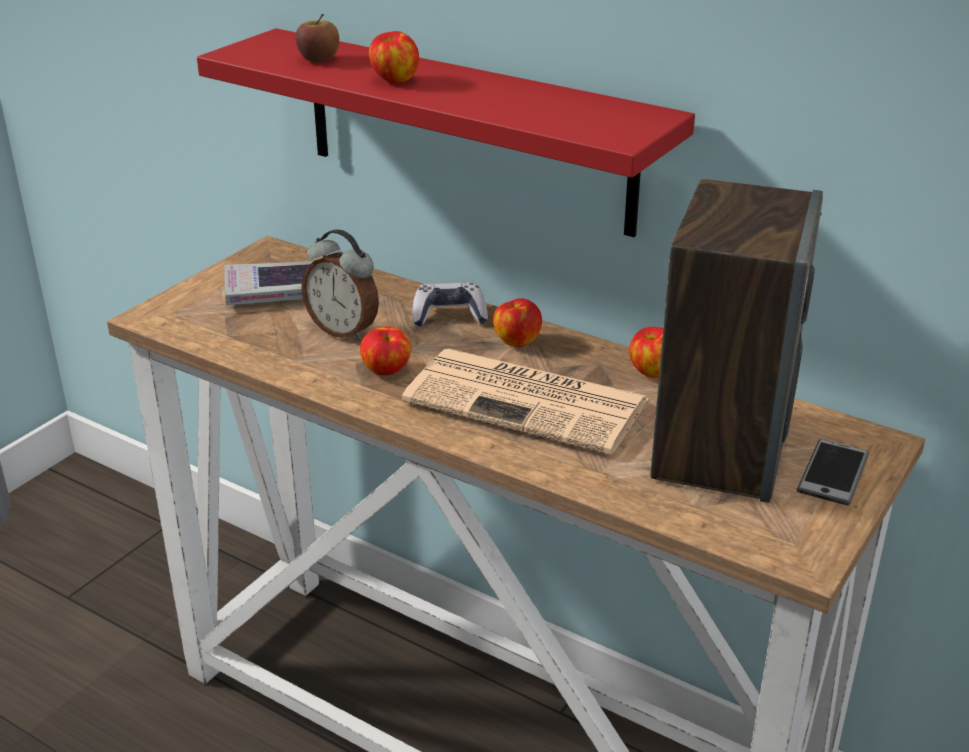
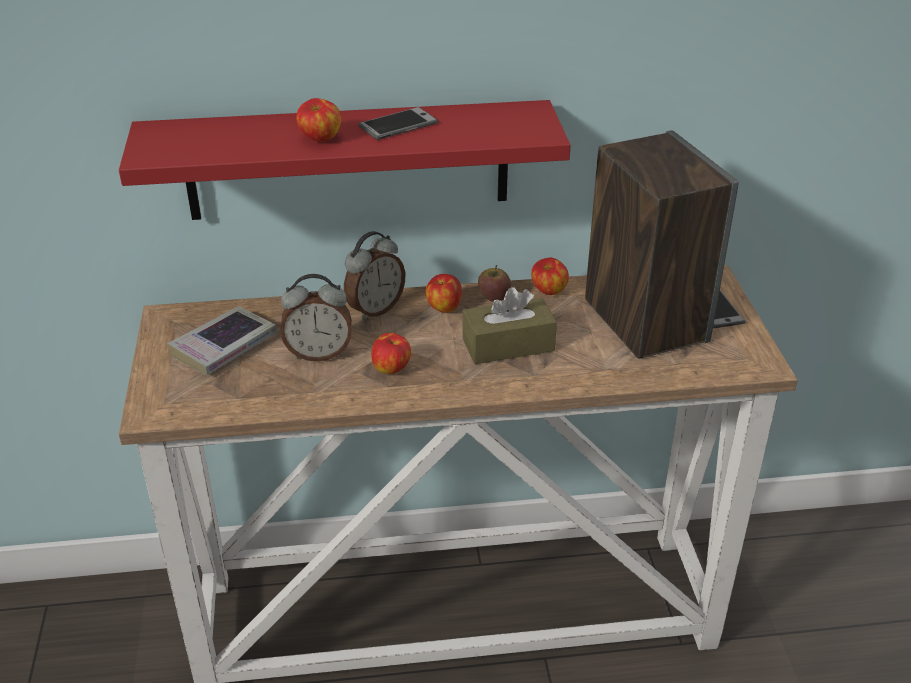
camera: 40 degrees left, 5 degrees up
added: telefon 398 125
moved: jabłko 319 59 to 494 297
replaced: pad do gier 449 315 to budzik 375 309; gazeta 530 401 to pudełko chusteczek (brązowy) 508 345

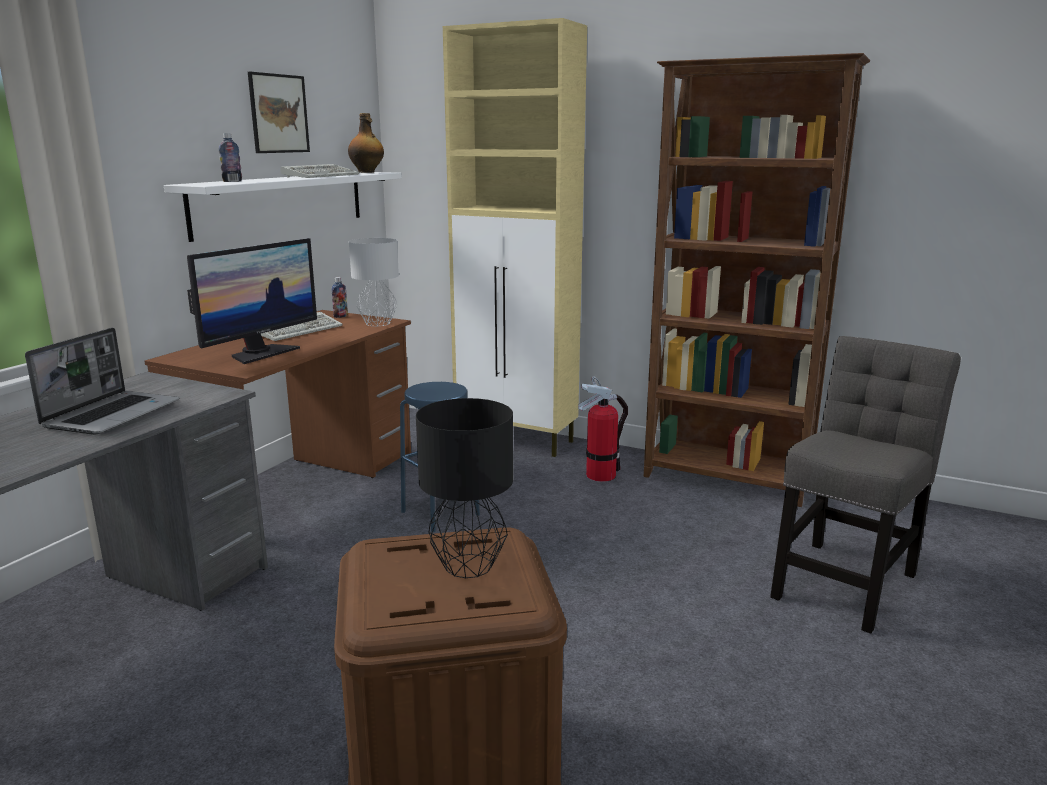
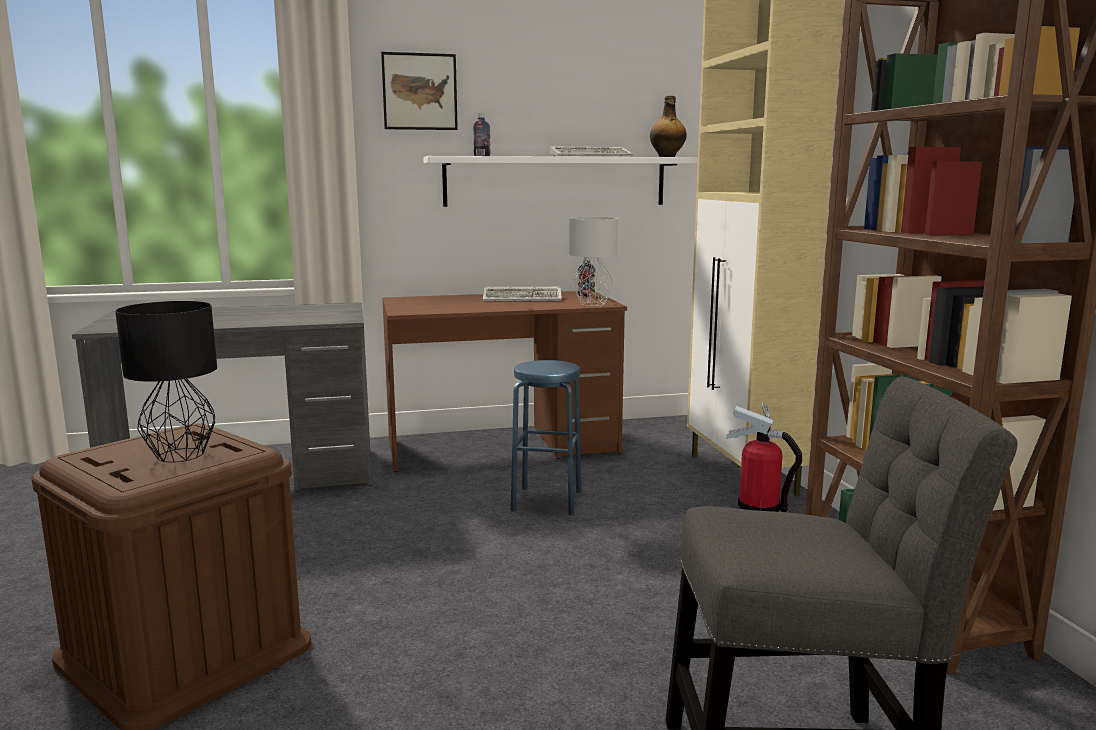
camera: 50 degrees right, 5 degrees down
removed: laptop 112 414; monitor 261 353
moved: obraz 279 113 to 419 91

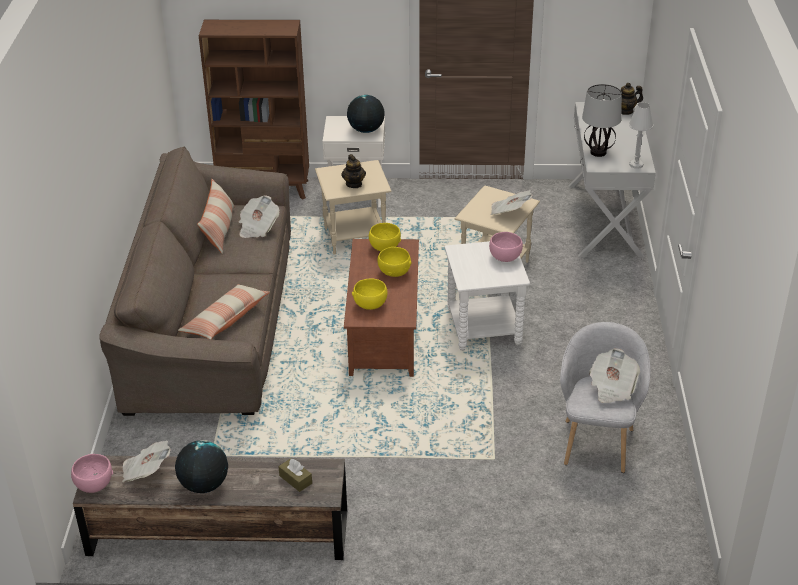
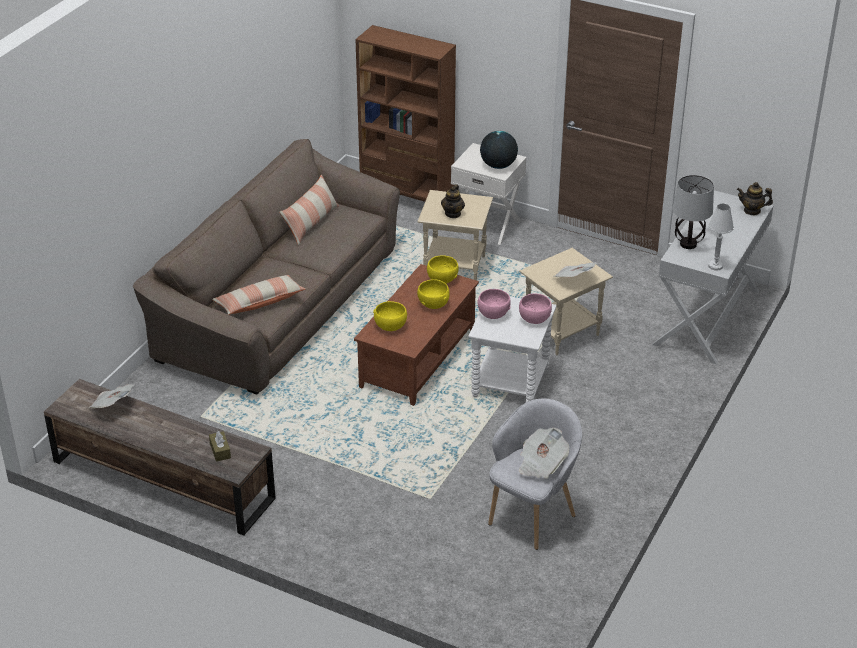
camera: 25 degrees right, 0 degrees up
removed: globus 204 485; gazeta 257 227
moved: miska (różowy) 94 485 to 493 314

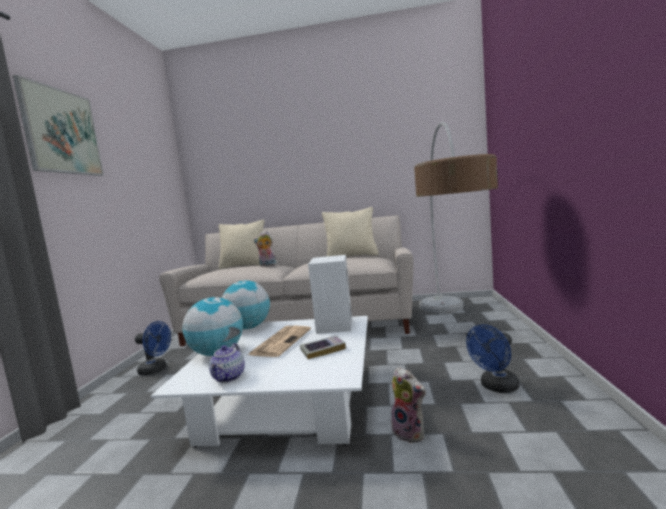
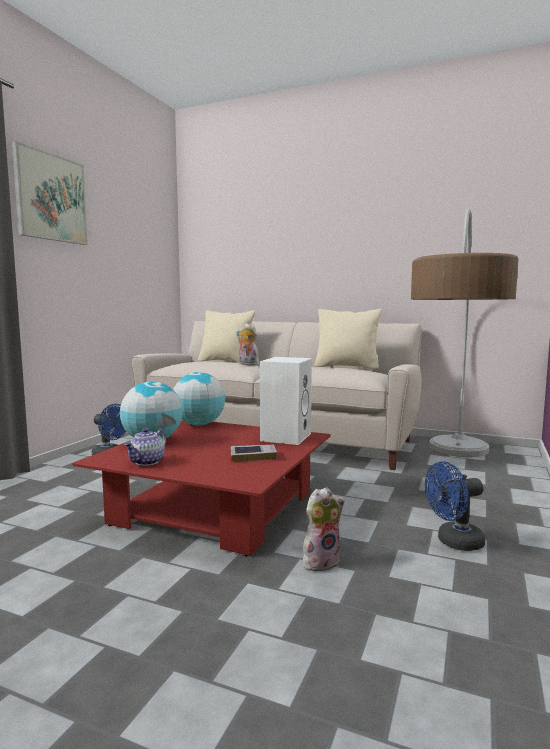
camera: 15 degrees right, 0 degrees up
removed: gazeta 281 341
recoloured: ława (biały) 288 401 to ława (czerwony) 217 507
turned: pluszak 410 432 = 321 561 90 degrees counterclockwise

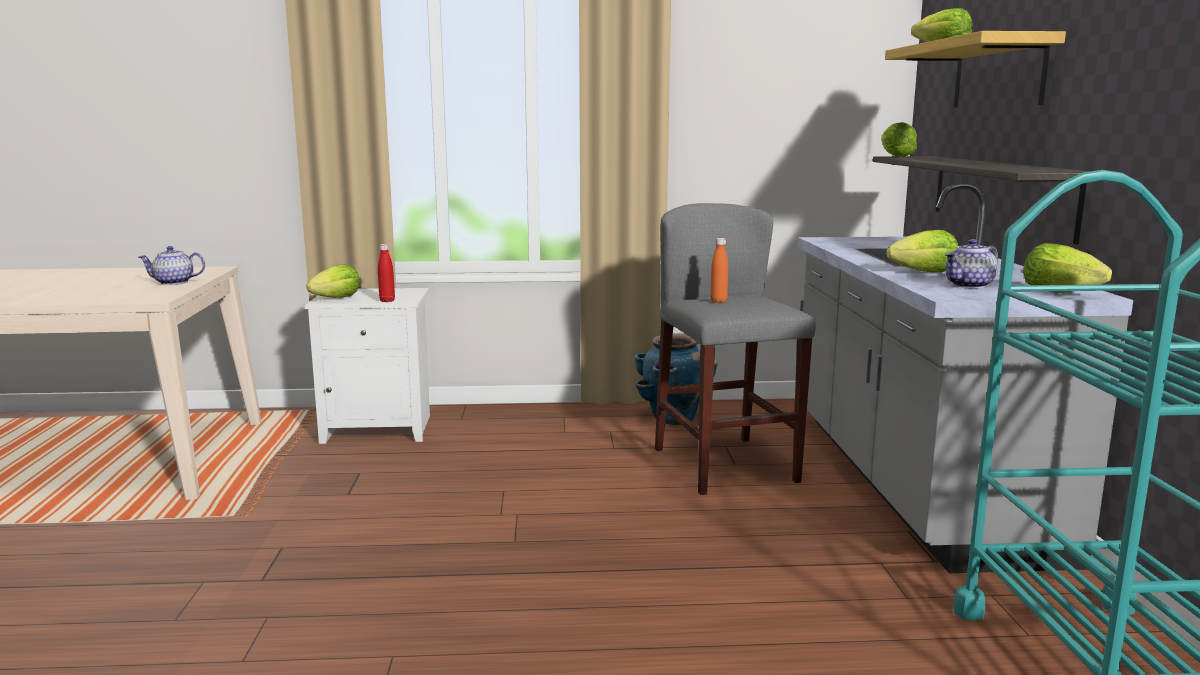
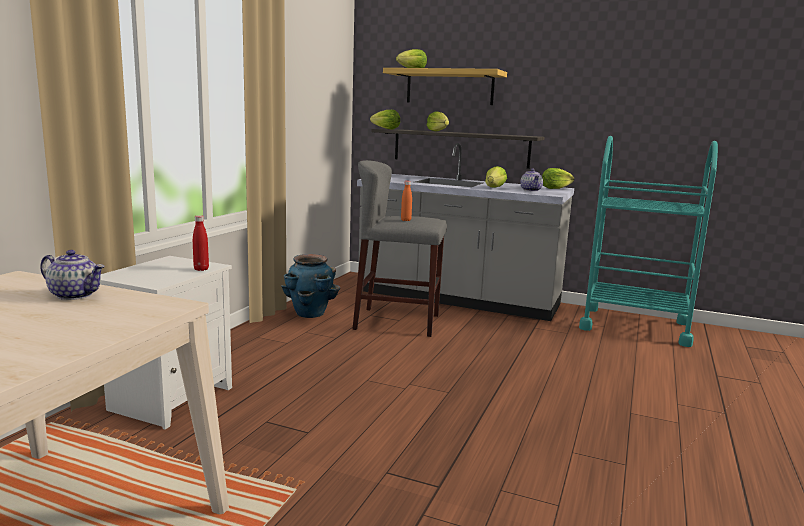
camera: 65 degrees left, 0 degrees up
moved: sałata 337 298 to 438 131
turned: imbryk 173 282 = 76 295 90 degrees counterclockwise

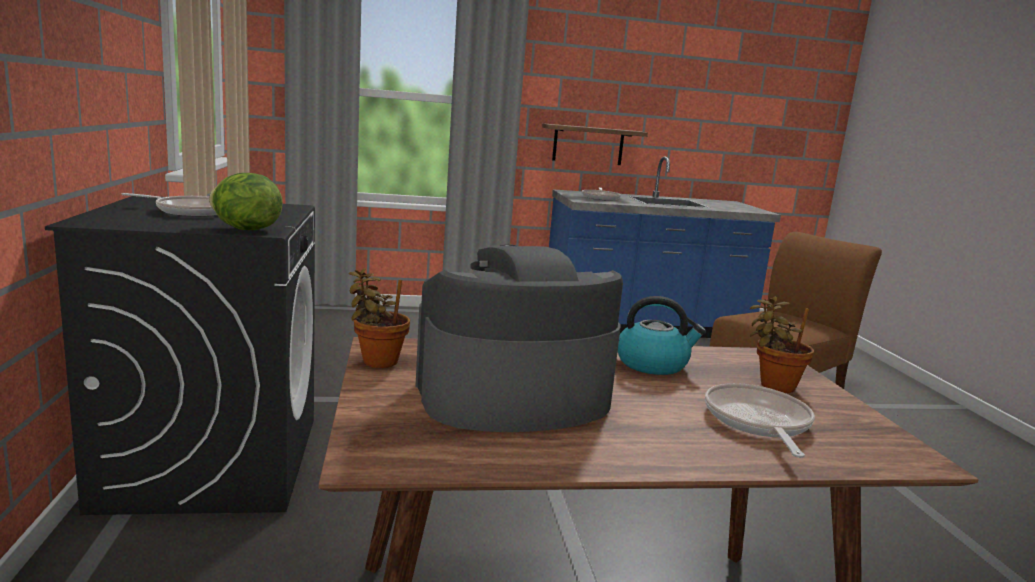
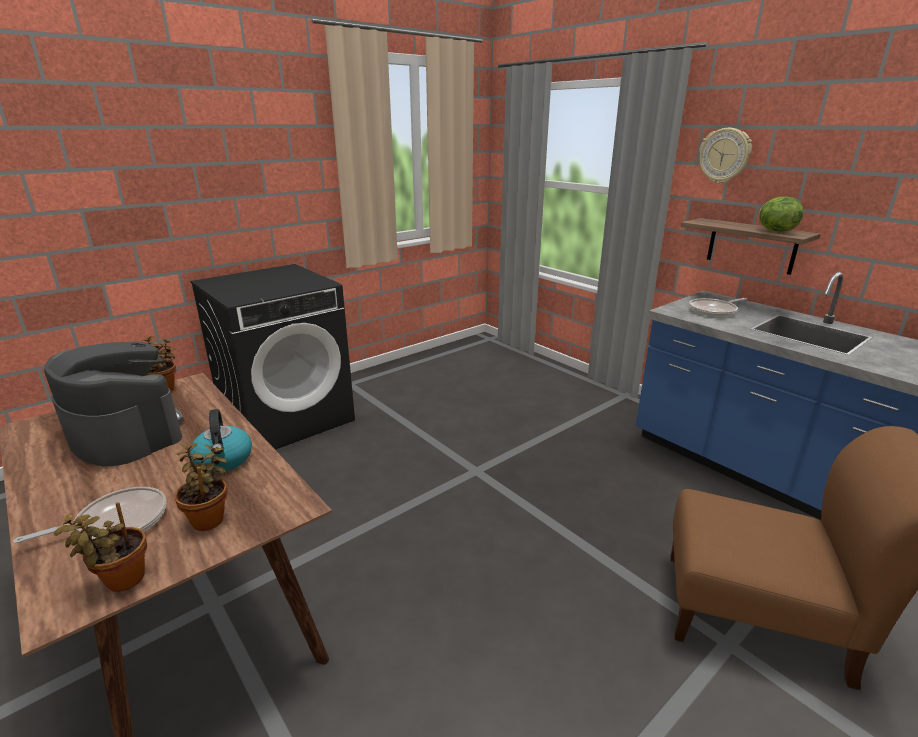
camera: 60 degrees right, 10 degrees up
removed: patelnia 191 211
added: roślina doniczkowa 121 580; zegar ścienny 724 155
moved: sałata 245 230 to 775 231

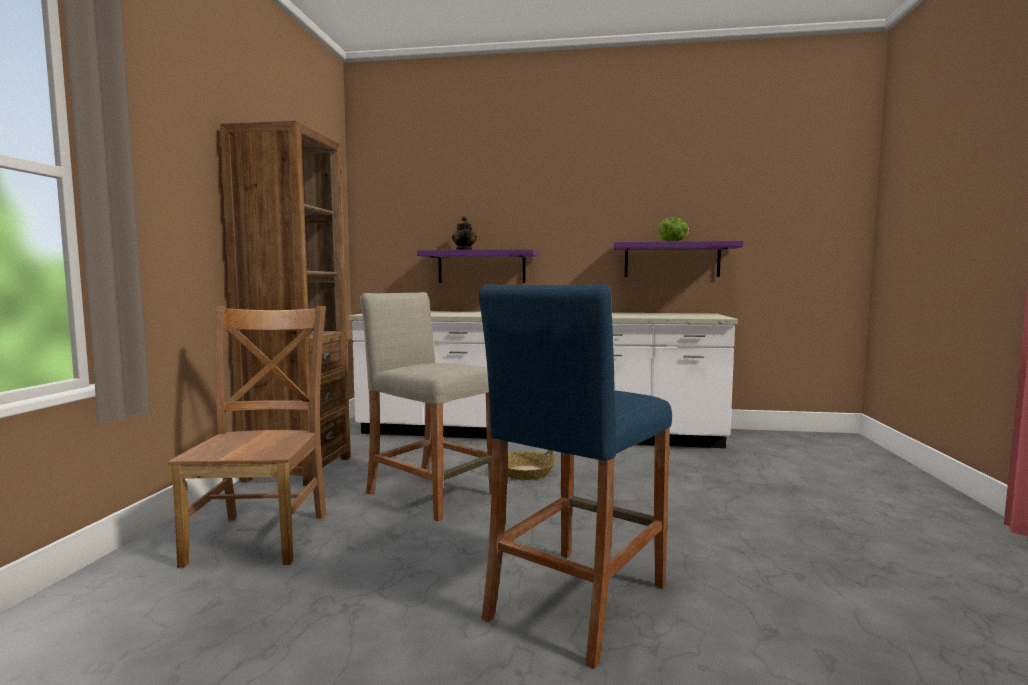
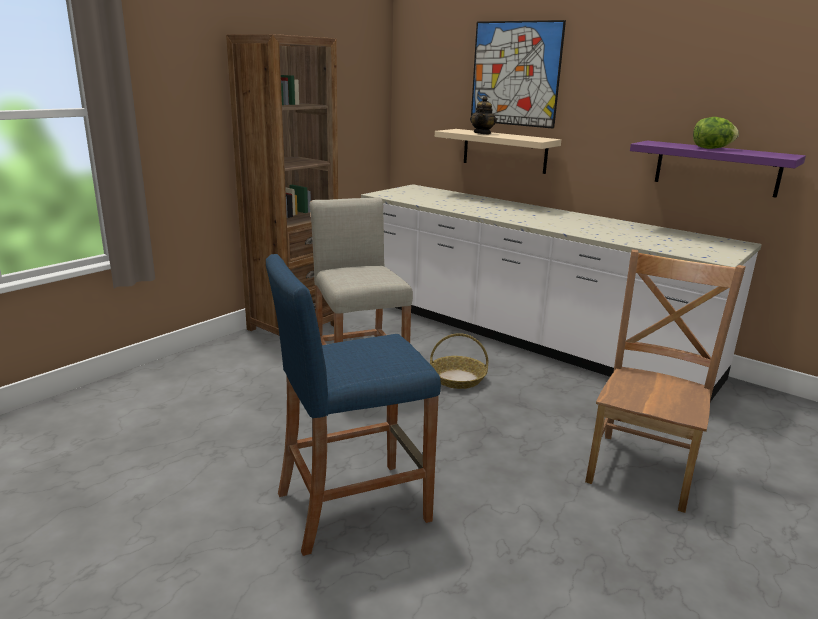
camera: 30 degrees right, 15 degrees up
added: obraz 515 74
moved: krzesło (brązowy) 262 535 to 643 467
recoloured: półka (fioletowy) 481 267 to półka (beżowy) 504 151

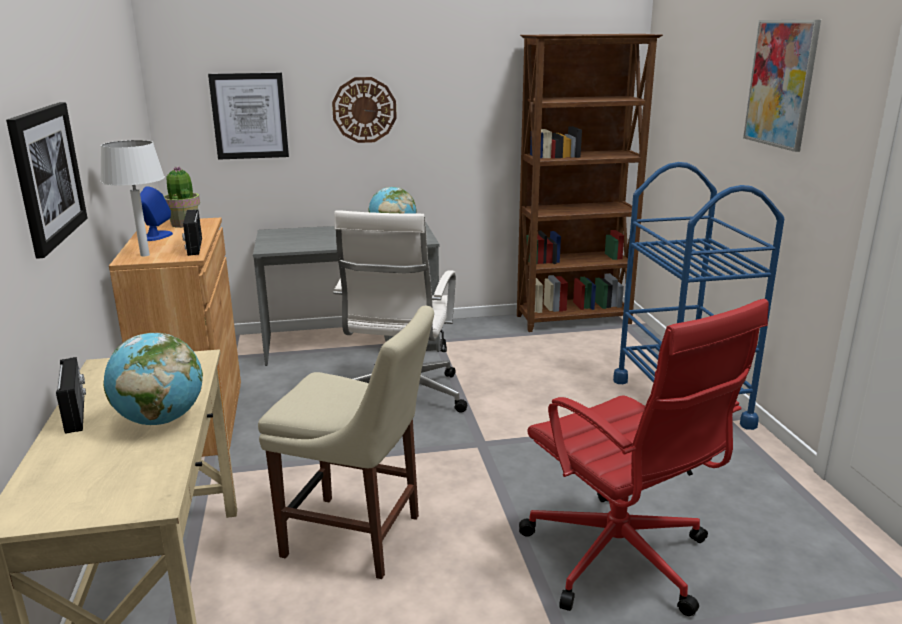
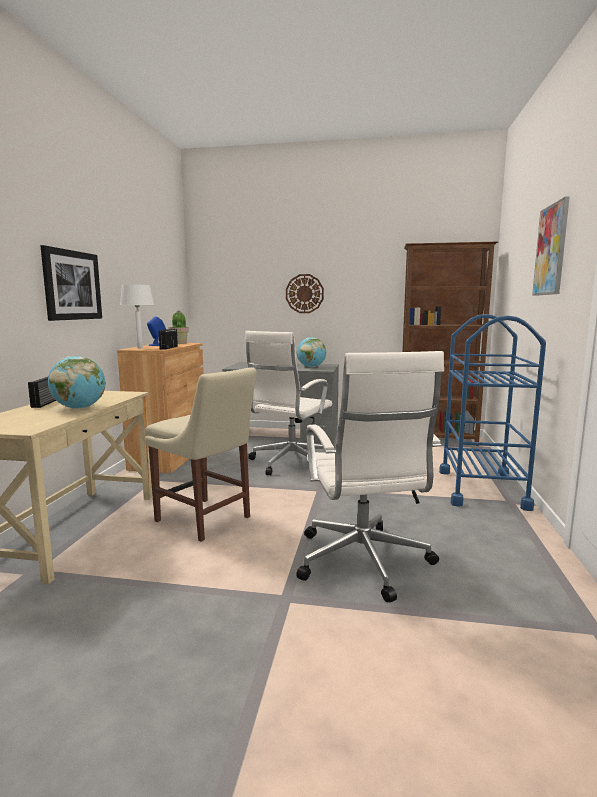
camera: 20 degrees right, 10 degrees down
removed: obraz 249 116
recoloured: krzesło biurowe (czerwony) 620 560 to krzesło biurowe (biały) 363 562

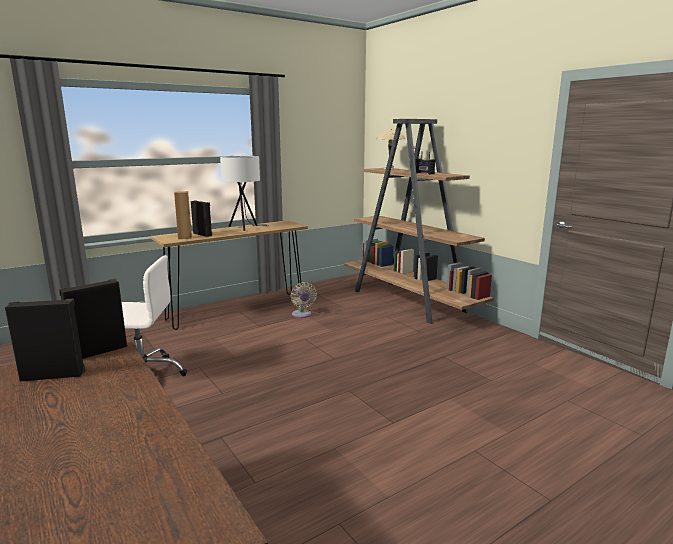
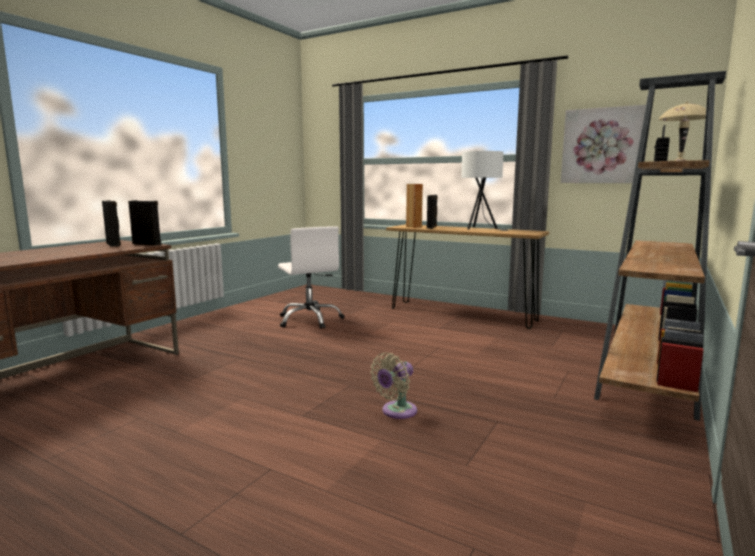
camera: 65 degrees right, 5 degrees down
added: obraz 602 146
moved: wentylator (beżowy) 302 315 to 396 412

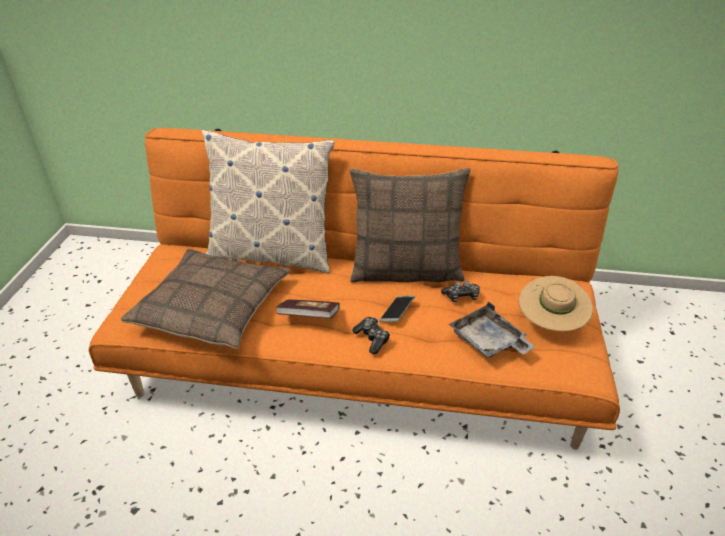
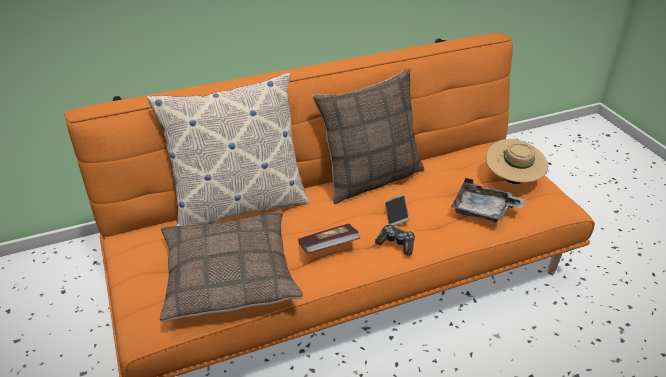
camera: 30 degrees left, 0 degrees up
removed: pad do gier 461 296

